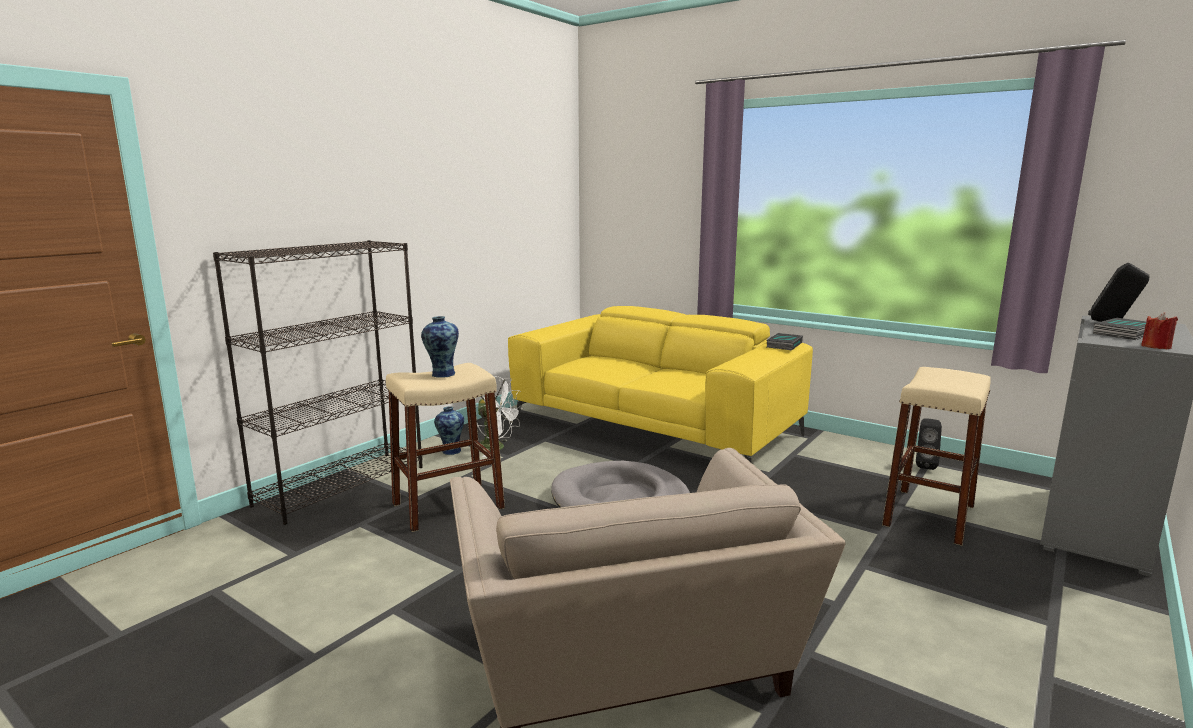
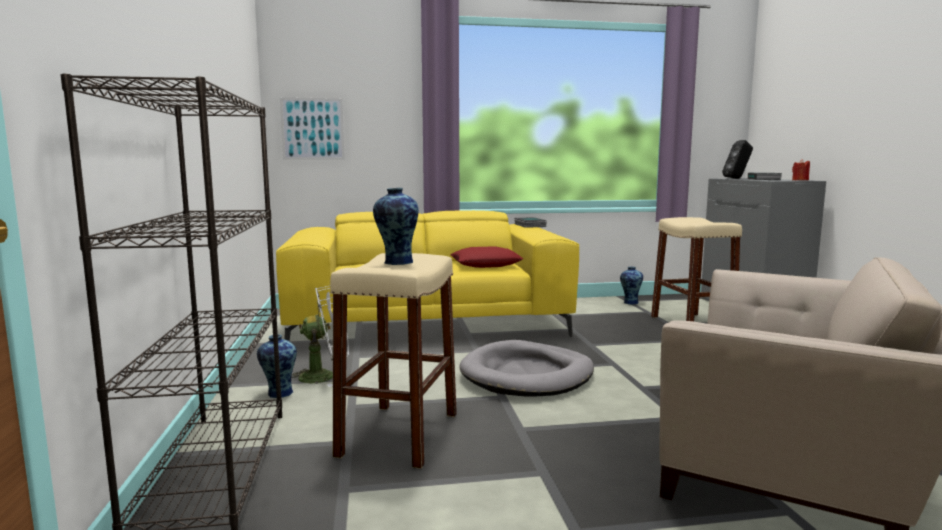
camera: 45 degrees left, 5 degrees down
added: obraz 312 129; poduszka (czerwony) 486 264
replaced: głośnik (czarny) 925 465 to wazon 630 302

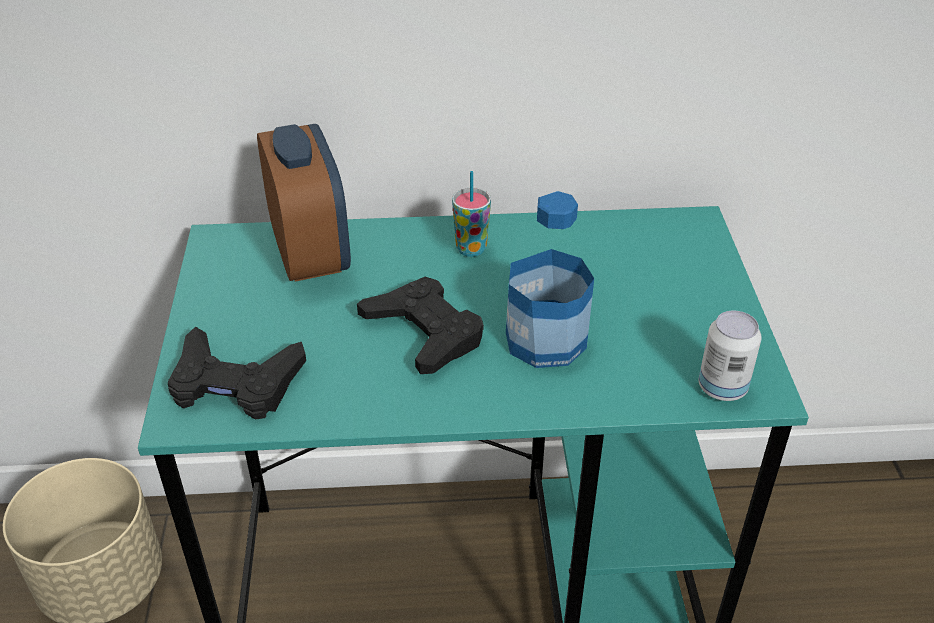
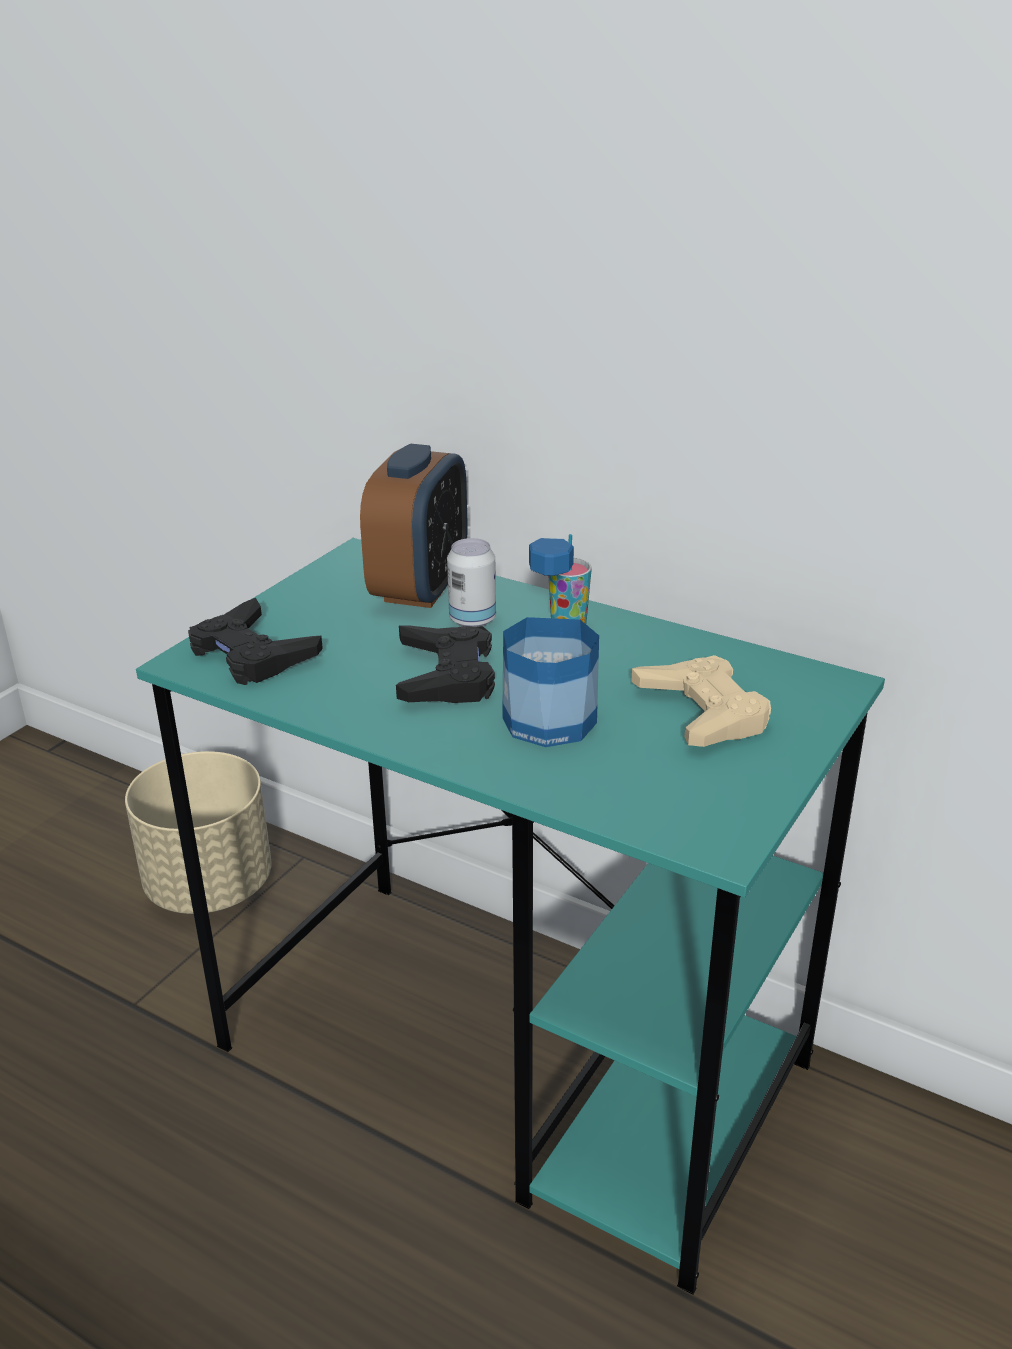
camera: 35 degrees right, 10 degrees down
added: pad do gier (beżowy) 702 712
moved: puszka 722 388 to 472 620

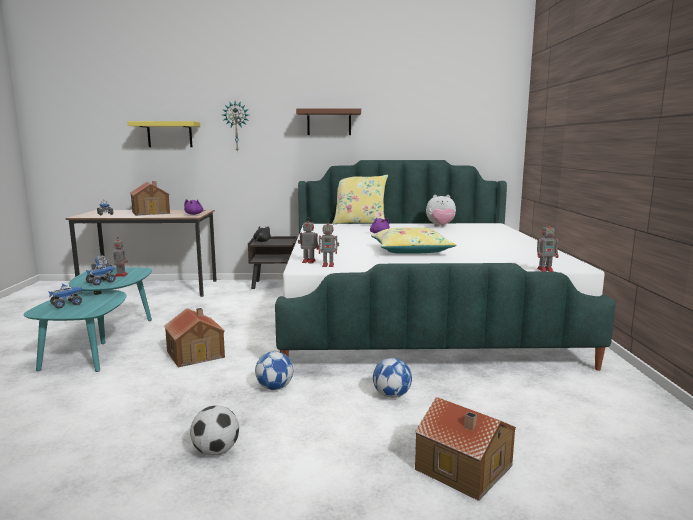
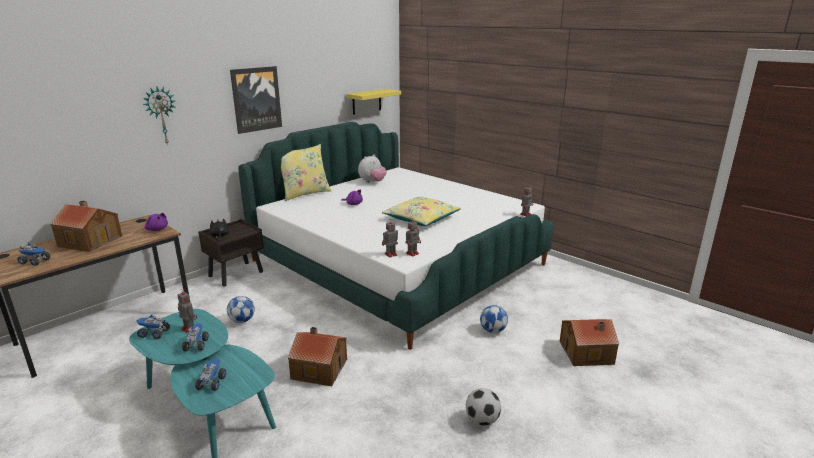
camera: 45 degrees left, 10 degrees up
moved: piłka futbolowa 275 387 to 242 320; półka (żółty) 169 134 to 366 101
replaced: półka (brązowy) 329 122 to obraz 256 99

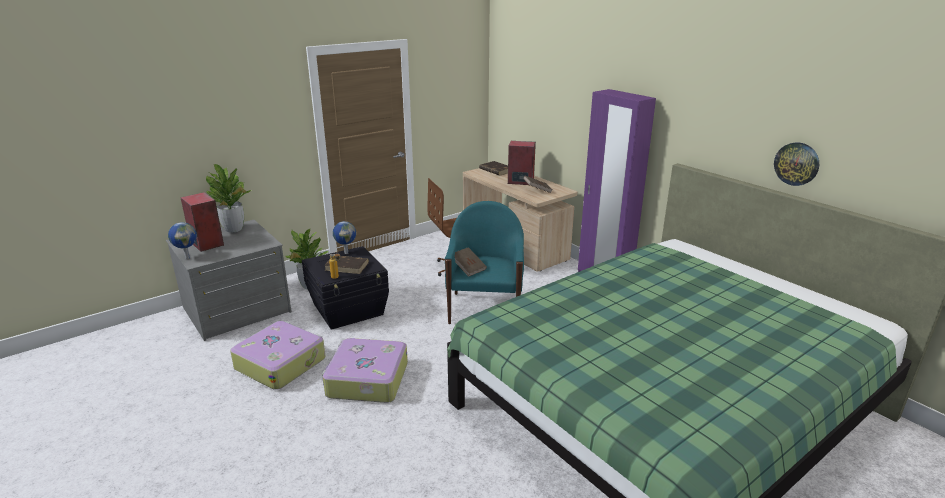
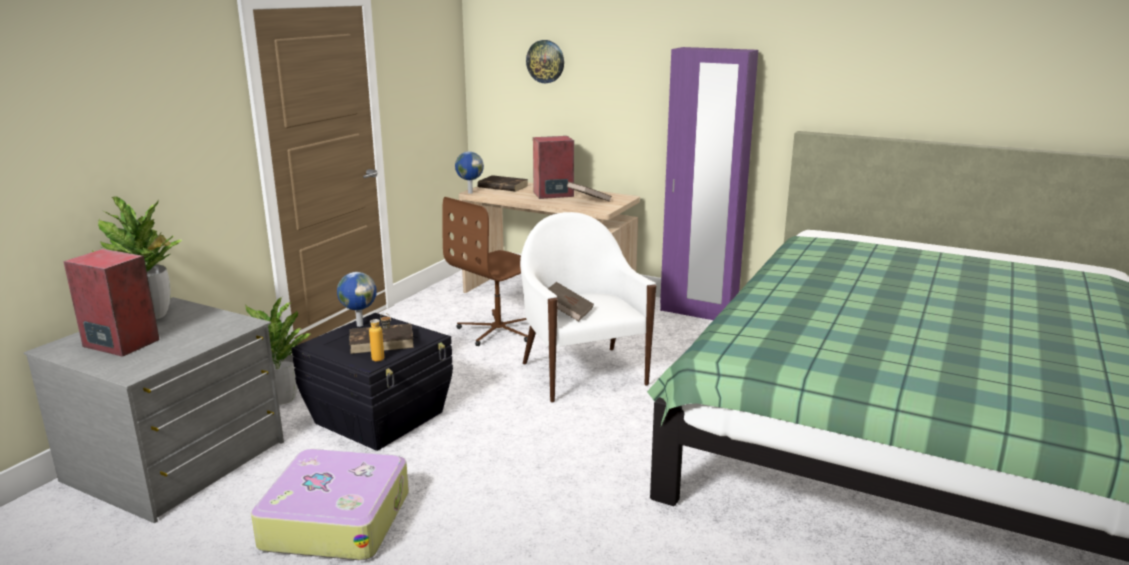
camera: 25 degrees left, 5 degrees down
removed: walizka 366 380
moved: globus 187 257 to 470 192; zegar ścienny 796 163 to 545 61
recoloured: fotel (turkusowy) 485 308 to fotel (biały) 583 373

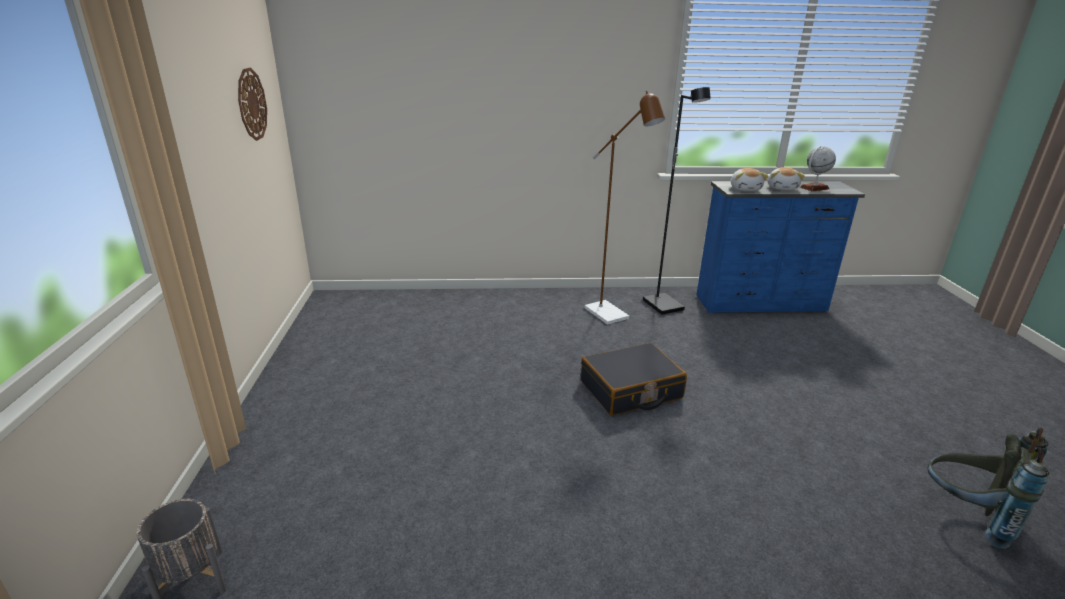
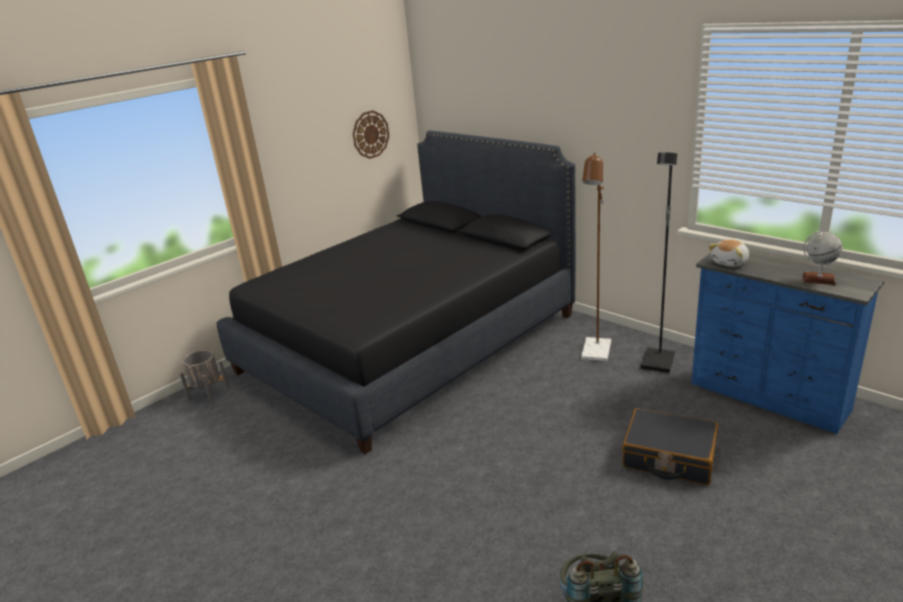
camera: 50 degrees right, 0 degrees up
removed: pluszak 782 188
added: łóżko (czarny) 410 343
moved: walizka (czarny) 631 390 to 669 457

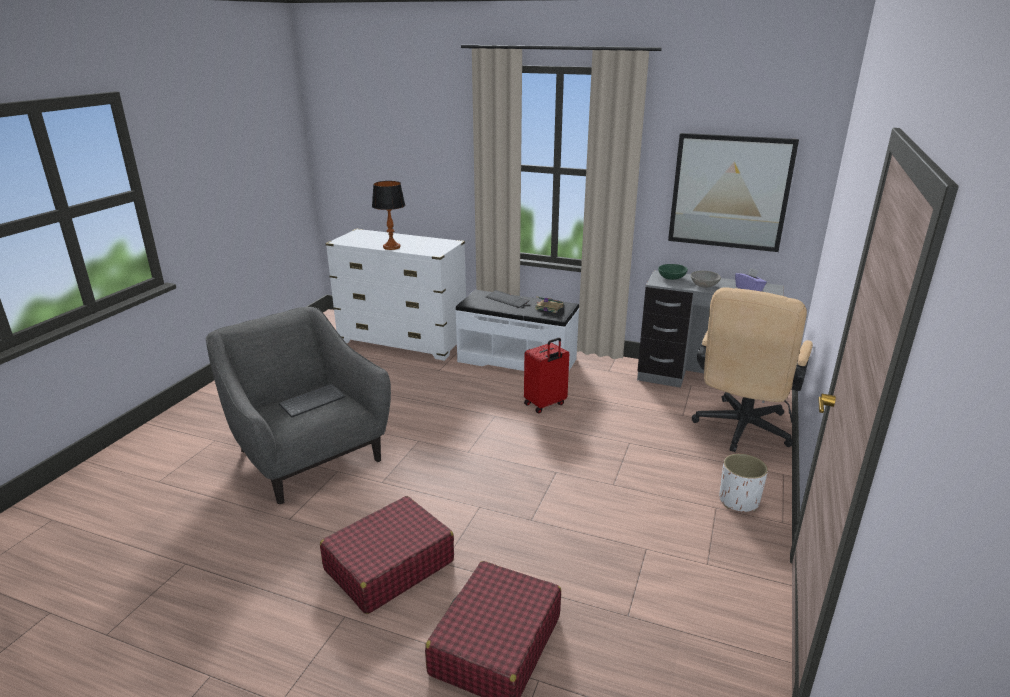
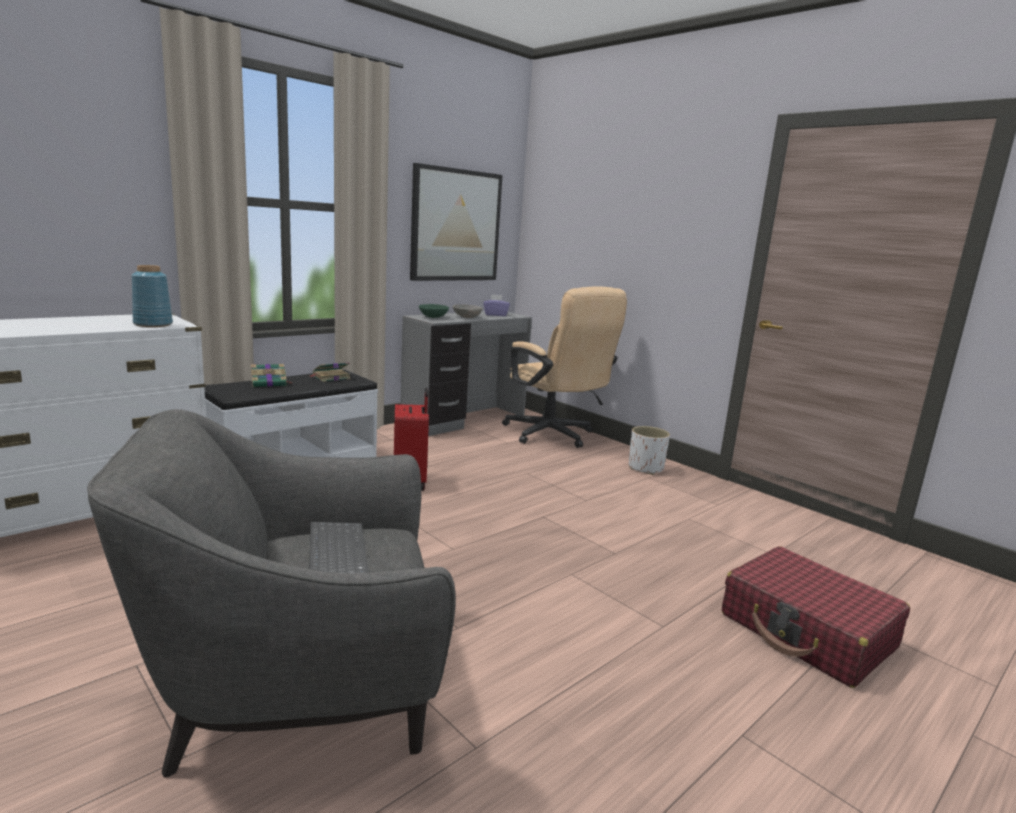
camera: 65 degrees left, 10 degrees down
removed: walizka (czerwony) 388 566; lampa stołowa 391 247
added: wazon (niebieski) 153 324
replaced: klawiatura 507 300 to książka 269 383

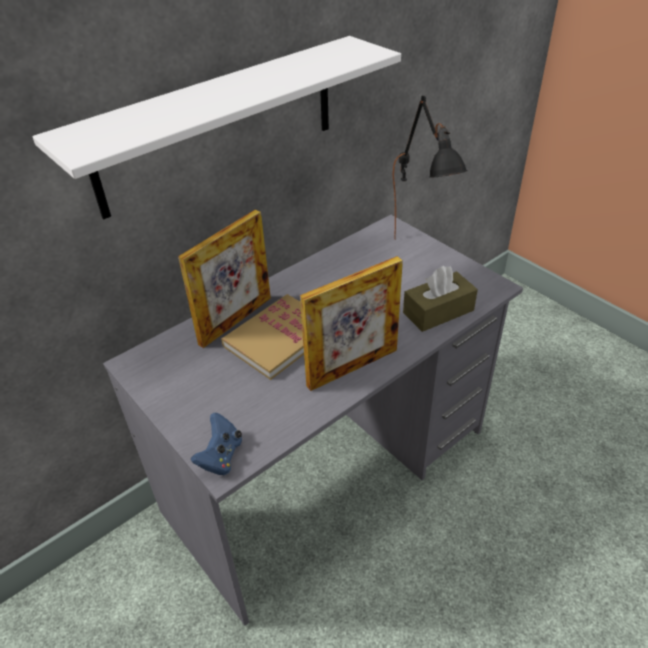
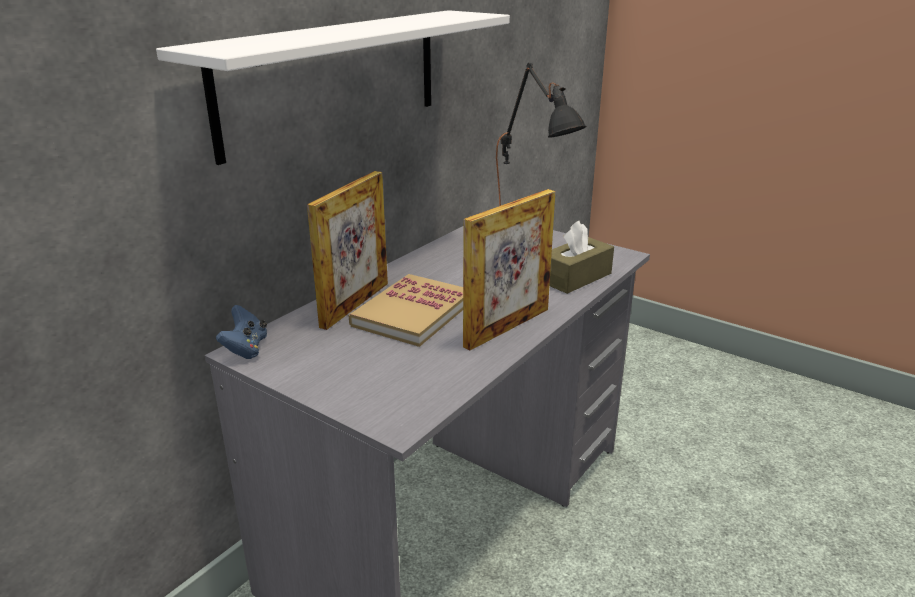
camera: 15 degrees left, 15 degrees down
moved: pad do gier (niebieski) 221 456 to 246 349

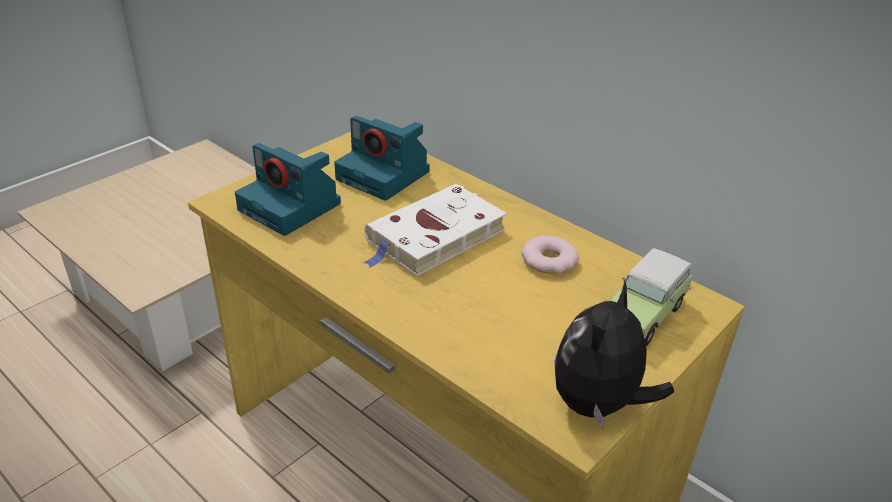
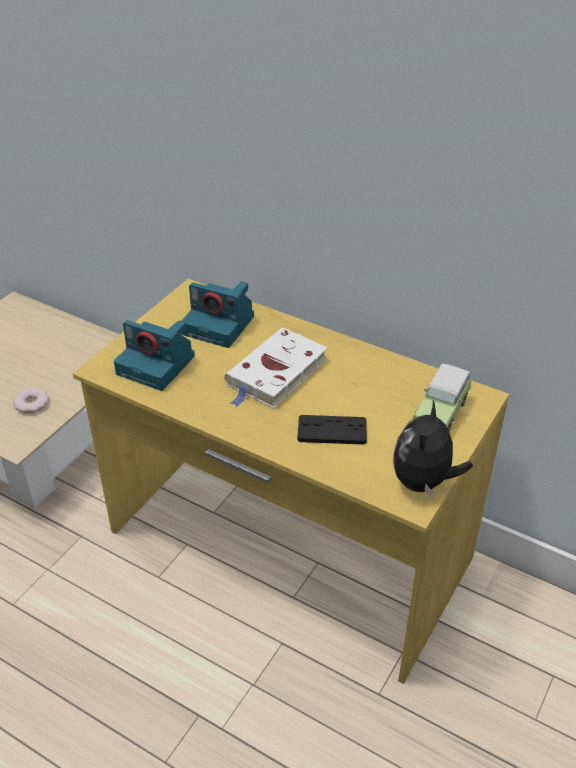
camera: 10 degrees left, 5 degrees up
added: pad do gier (czarny) 332 431
moved: donut 549 260 to 32 403

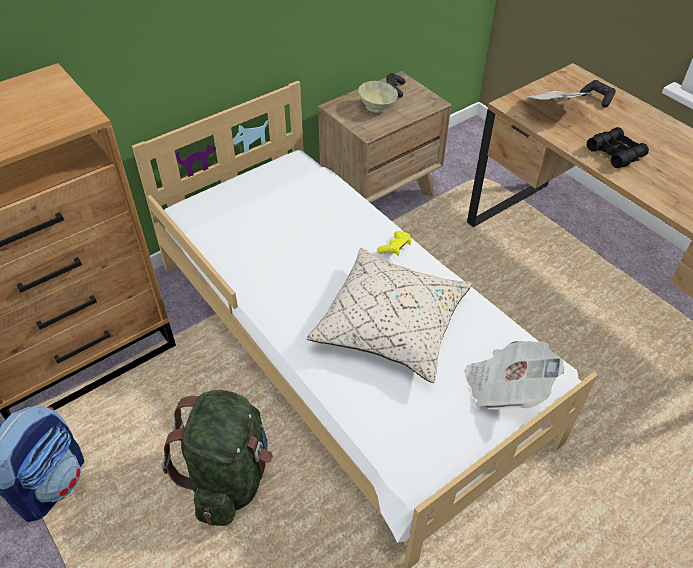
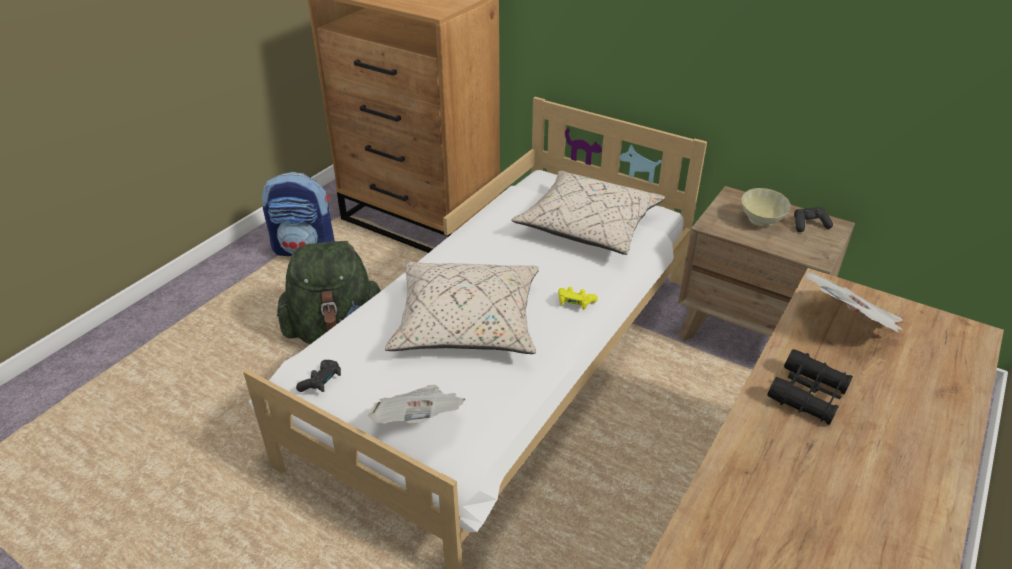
camera: 70 degrees right, 10 degrees down
added: poduszka (beżowy) 588 226
moved: pad do gier (czarny) 597 98 to 321 382

